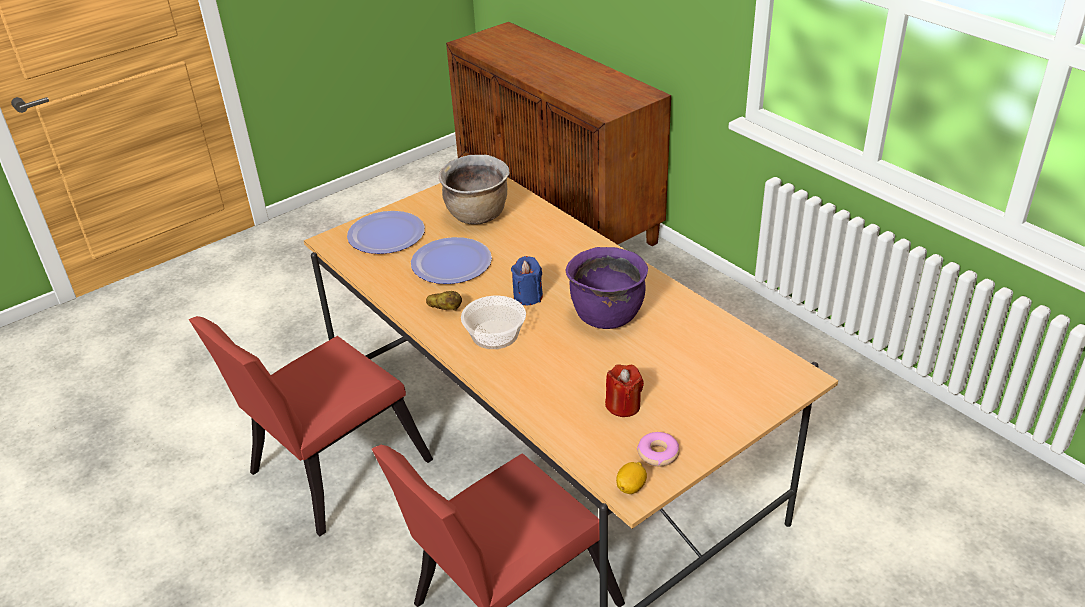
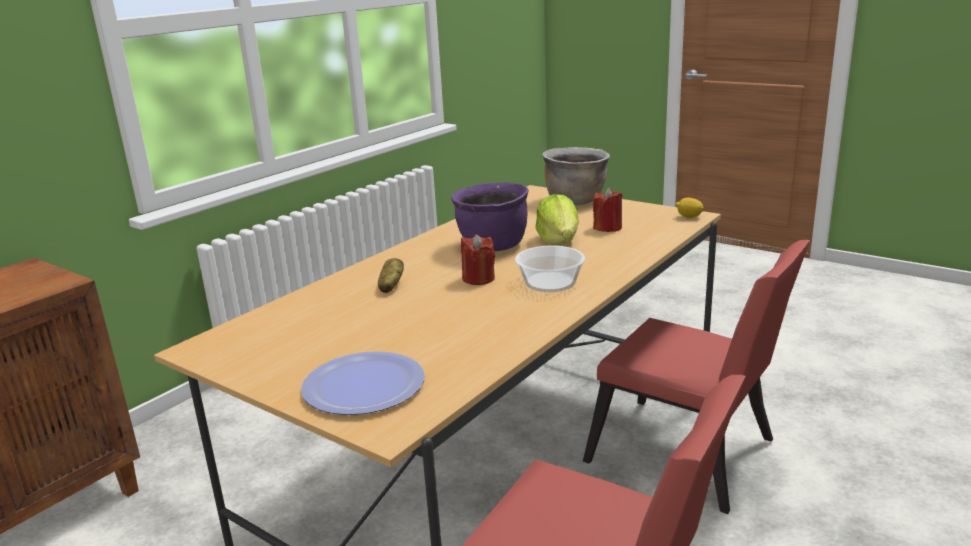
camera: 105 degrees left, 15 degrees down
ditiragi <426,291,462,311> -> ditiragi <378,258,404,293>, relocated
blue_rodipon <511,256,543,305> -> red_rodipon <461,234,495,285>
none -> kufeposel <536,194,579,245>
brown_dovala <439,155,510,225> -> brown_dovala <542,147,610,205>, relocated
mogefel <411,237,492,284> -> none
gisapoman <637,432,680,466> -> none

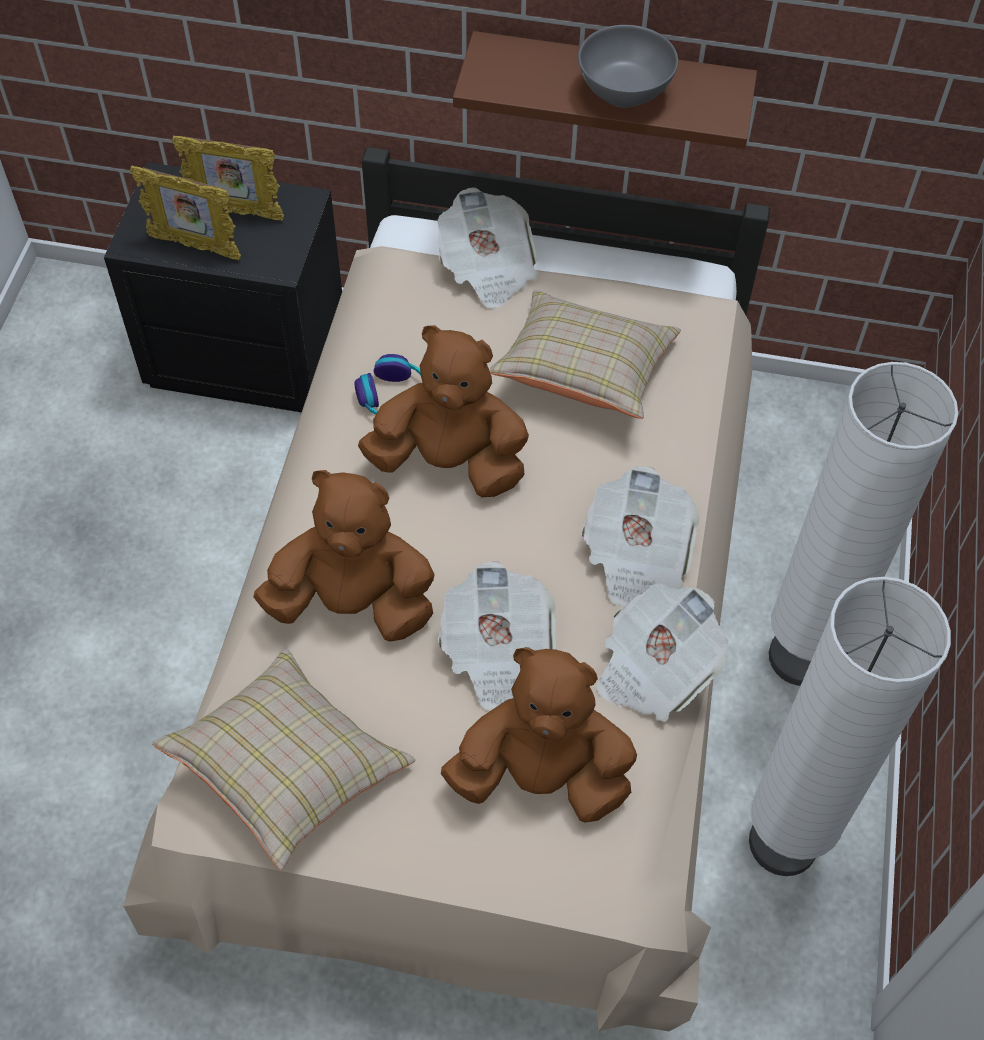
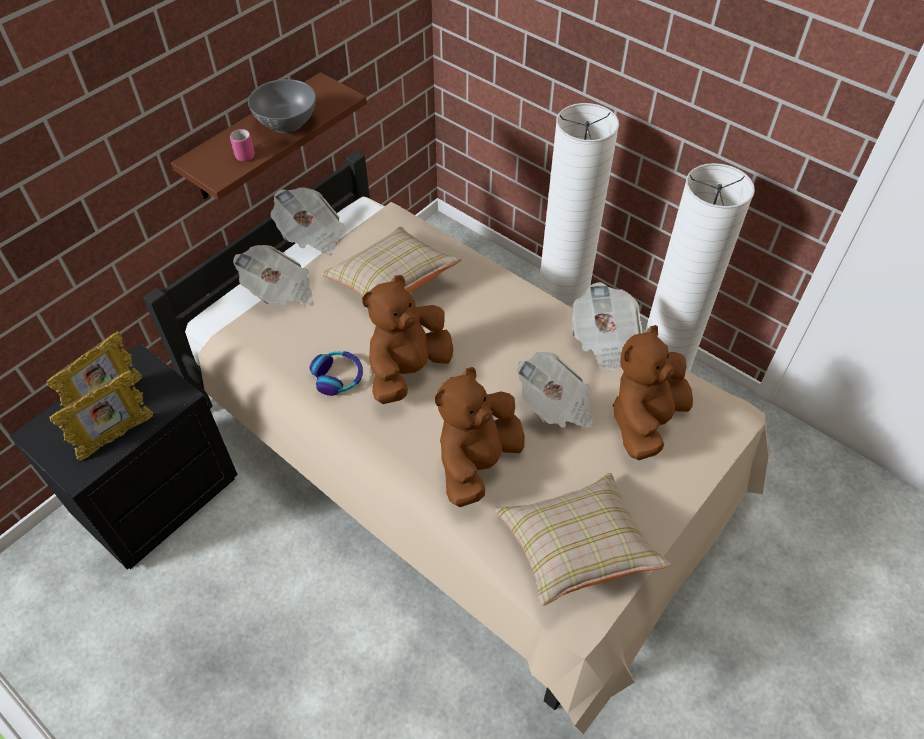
camera: 60 degrees left, 5 degrees down
none -> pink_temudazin <230,129,255,161>
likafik <582,466,700,606> -> likafik <270,187,345,255>, relocated

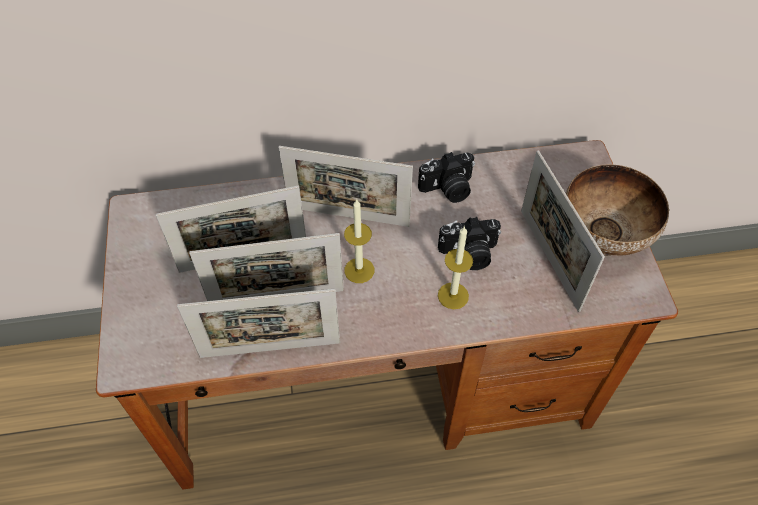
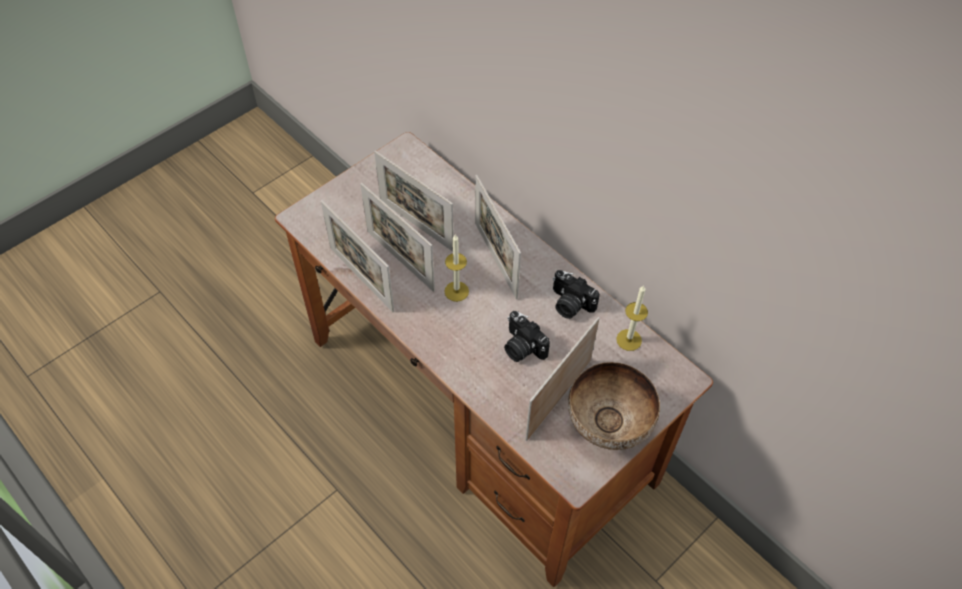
camera: 55 degrees right, 0 degrees up
rodipon <438,226,473,309> -> rodipon <616,285,648,351>, relocated

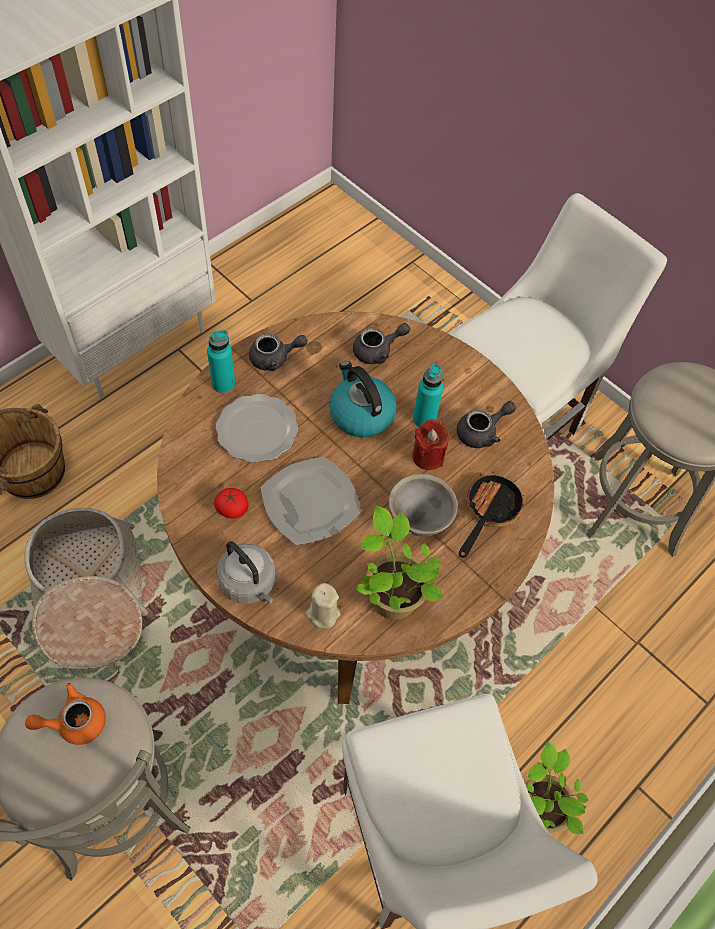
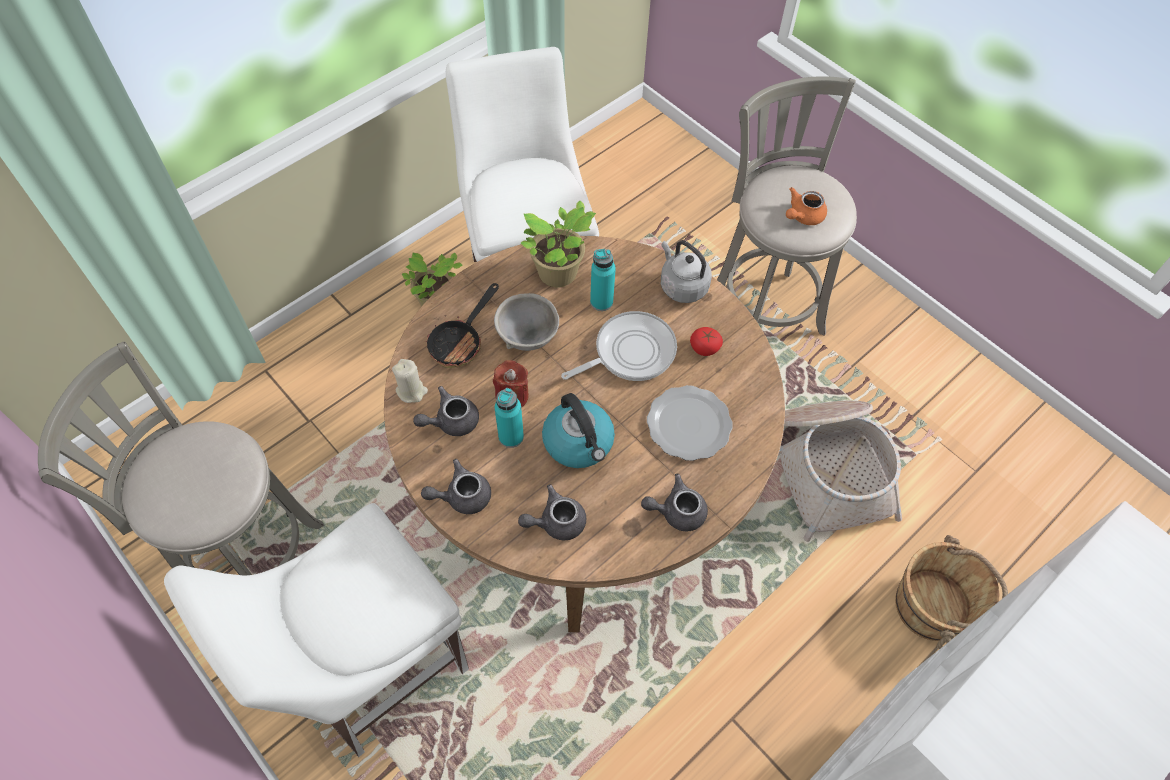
camera: 175 degrees left, 0 degrees up
beige_rodipon <306,583,340,629> -> beige_rodipon <392,359,428,403>, relocated
none -> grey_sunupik <421,459,491,514>
mogefel <261,457,361,545> -> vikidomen <561,311,677,381>
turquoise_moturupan <207,330,235,393> -> turquoise_moturupan <590,249,616,311>, relocated
orange_sunupik <25,683,106,745> -> orange_sunupik <786,187,827,225>, 150 degrees clockwise

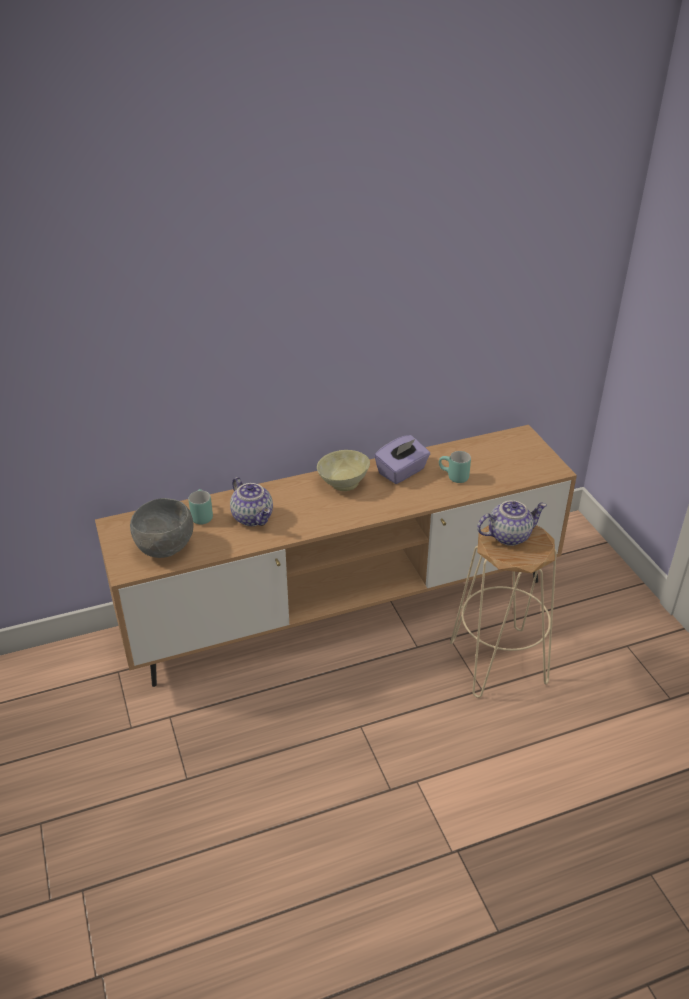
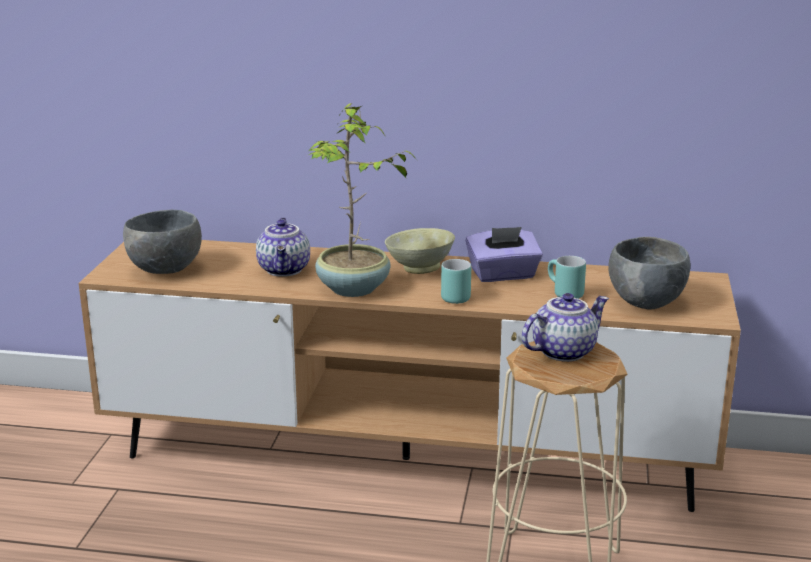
camera: 30 degrees right, 15 degrees down
none -> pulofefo <308,103,417,297>
turquoise_temudazin <188,489,213,524> -> turquoise_temudazin <441,259,471,304>, relocated
sunupik <477,500,547,546> -> sunupik <522,293,609,362>, 45 degrees counterclockwise
none -> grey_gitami <608,237,690,310>

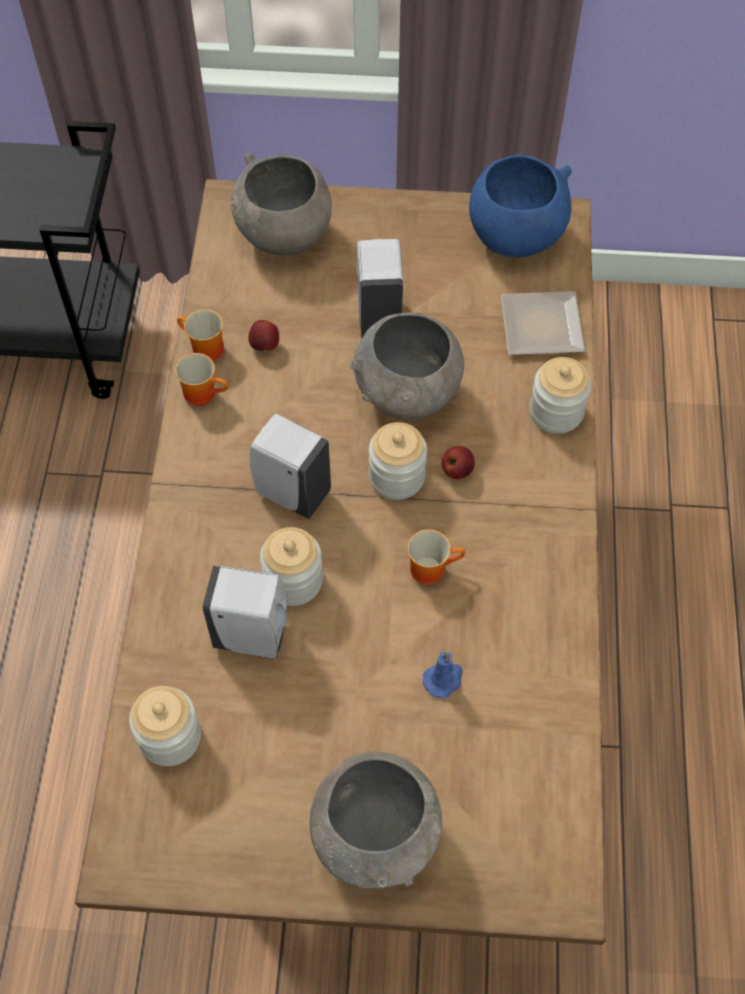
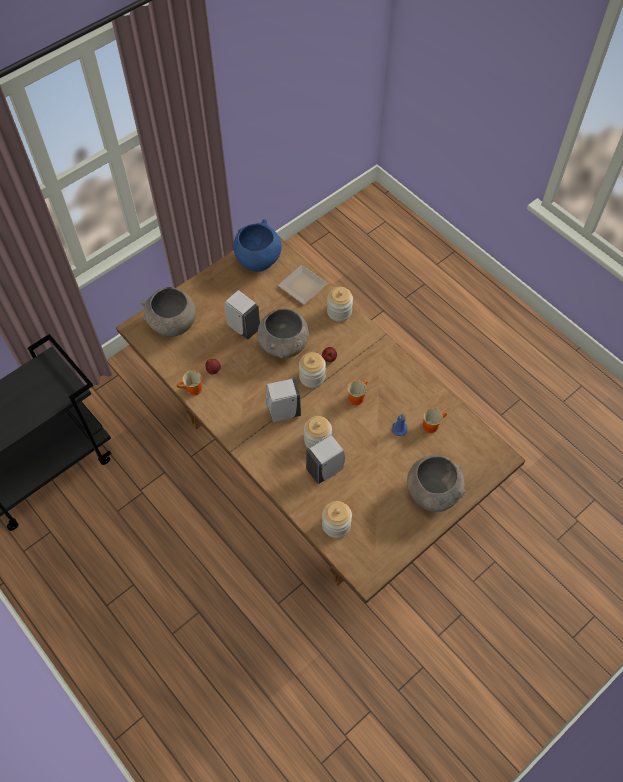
camera: 45 degrees left, 0 degrees up
temudazin <175,353,229,406> -> temudazin <423,408,447,433>, relocated

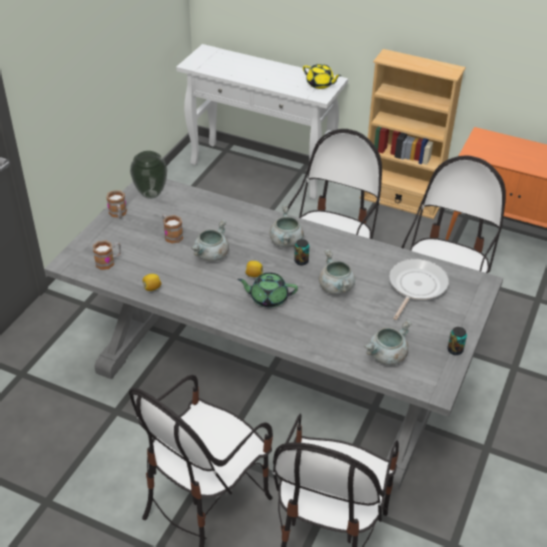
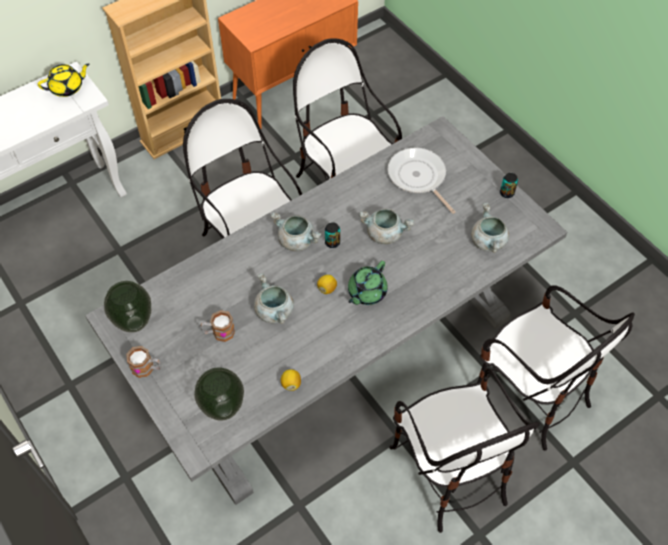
camera: 60 degrees left, 15 degrees up
temudazin <93,241,121,270> -> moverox <194,367,244,421>

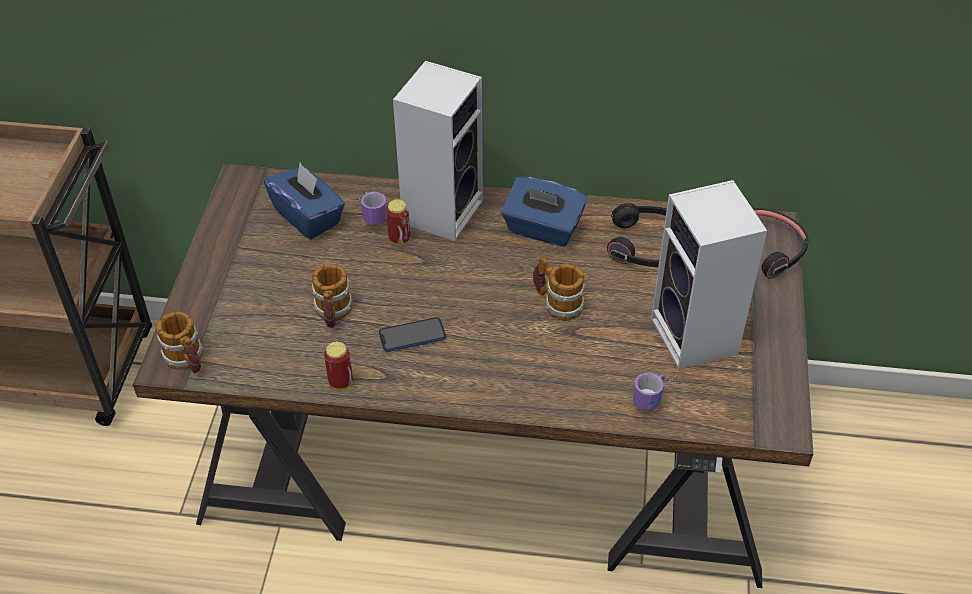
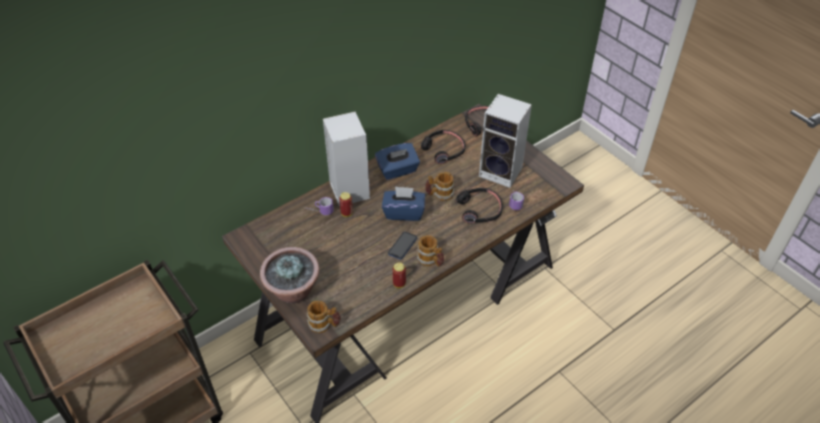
camera: 45 degrees left, 0 degrees up
none -> pulofefo <260,247,319,303>
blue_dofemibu <264,163,345,239> -> blue_dofemibu <382,186,425,221>, relocated
temudazin <312,264,352,328> -> temudazin <417,235,444,267>, relocated
none -> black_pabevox <456,188,503,224>

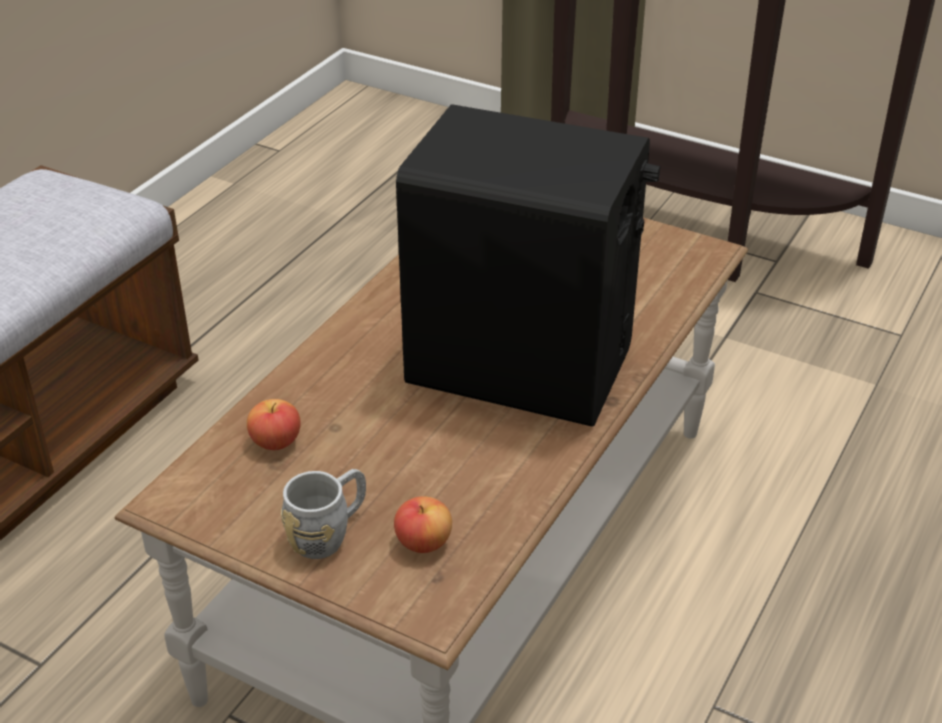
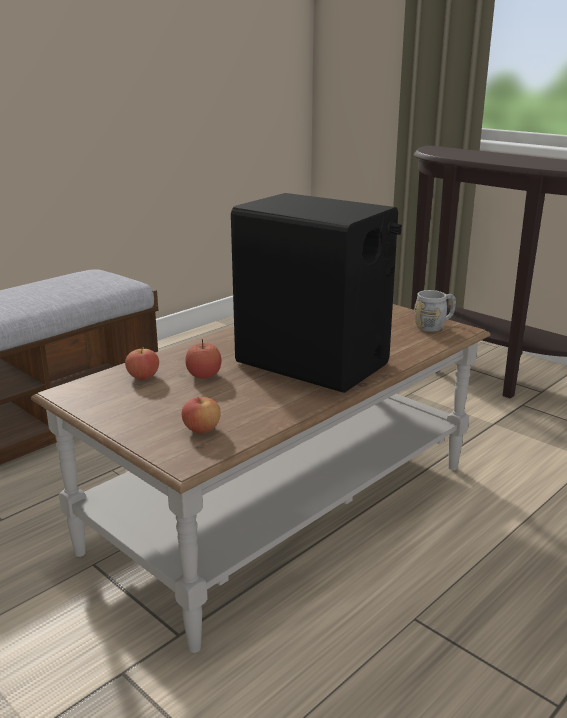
camera: 15 degrees right, 15 degrees down
none -> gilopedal <185,339,222,379>
grey_temudazin <281,469,366,559> -> grey_temudazin <414,290,456,332>, relocated

